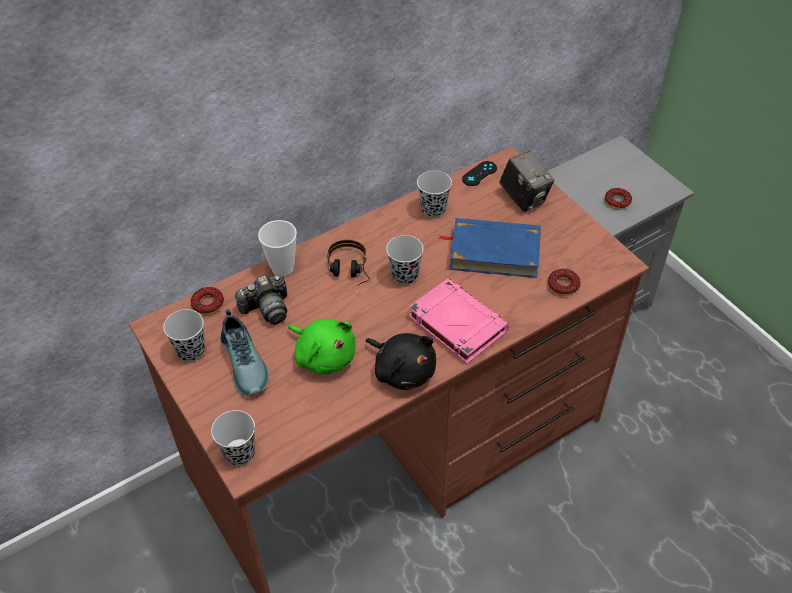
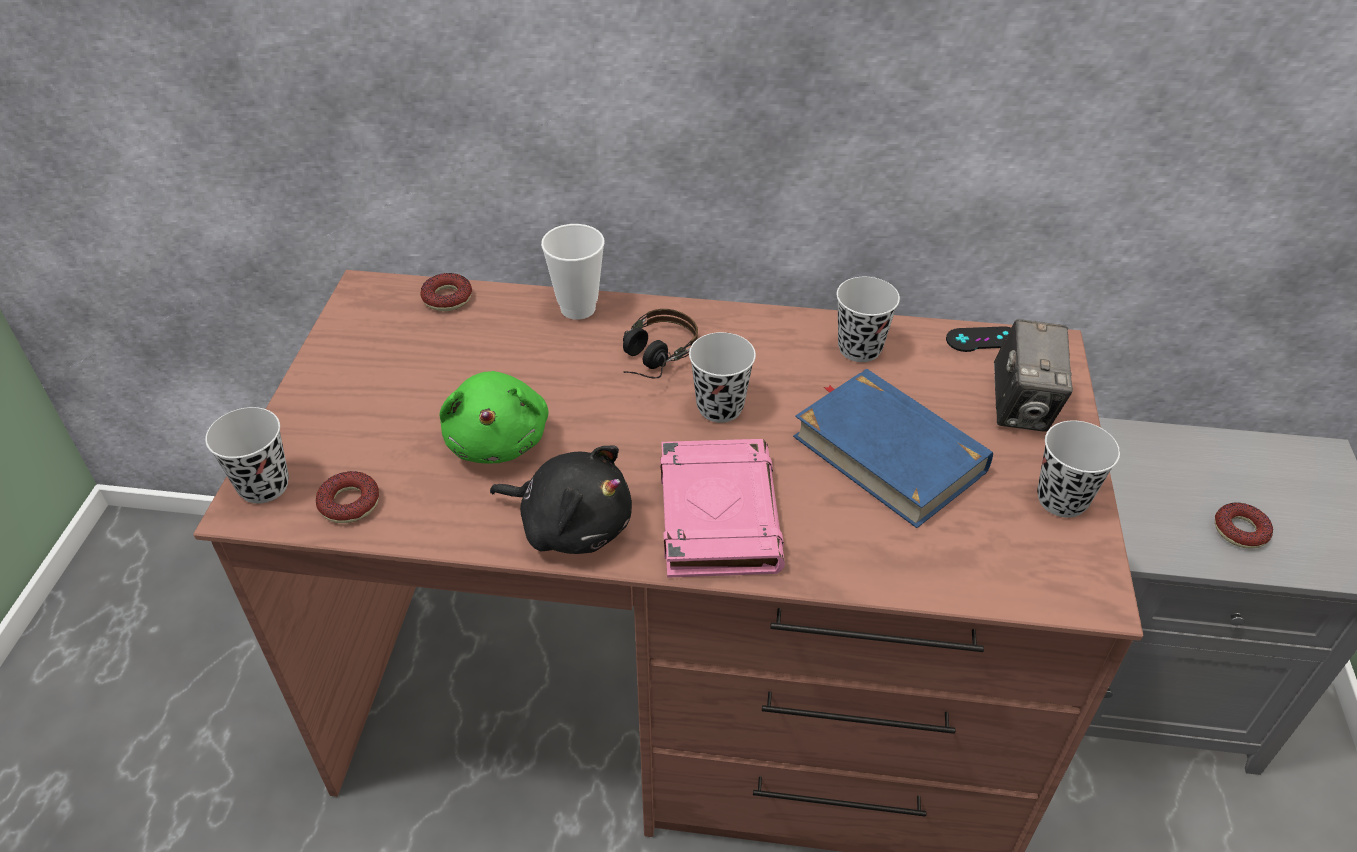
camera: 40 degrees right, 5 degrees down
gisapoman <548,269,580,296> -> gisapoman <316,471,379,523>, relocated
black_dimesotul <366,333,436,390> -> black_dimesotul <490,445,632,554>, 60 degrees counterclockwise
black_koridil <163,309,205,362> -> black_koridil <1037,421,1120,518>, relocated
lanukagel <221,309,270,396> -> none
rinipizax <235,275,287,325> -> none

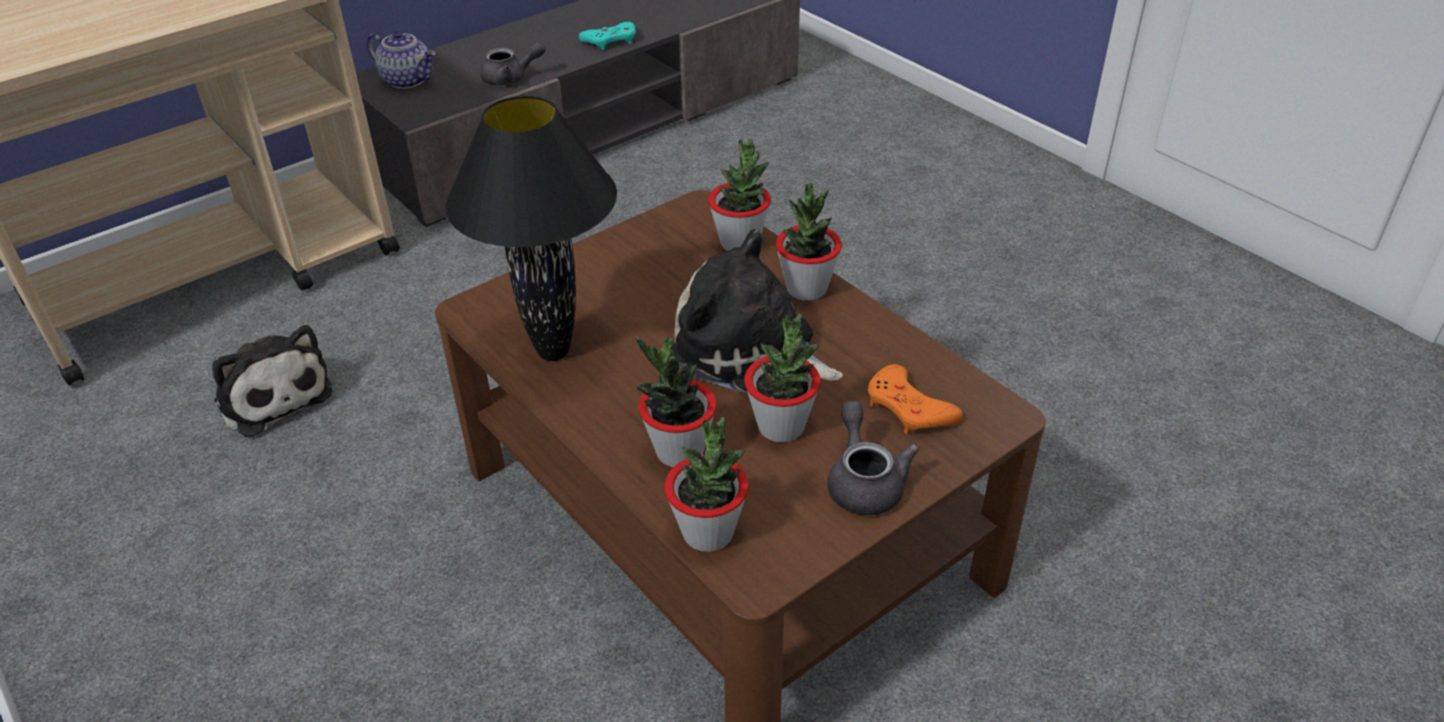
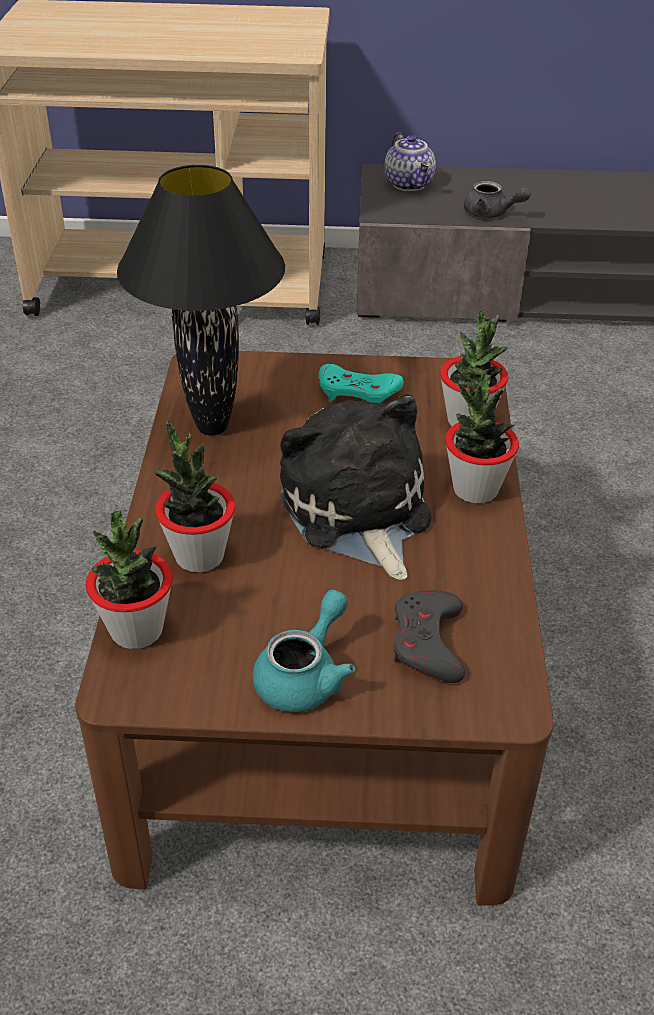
camera: 40 degrees right, 0 degrees up
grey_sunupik <827,401,920,515> -> turquoise_sunupik <253,590,355,712>
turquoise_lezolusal <579,22,636,50> -> turquoise_lezolusal <319,364,404,403>, relocated
orange_lezolusal <868,364,963,434> -> grey_lezolusal <393,590,465,683>
dimesotul <212,325,332,438> -> none
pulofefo <744,313,821,442> -> none

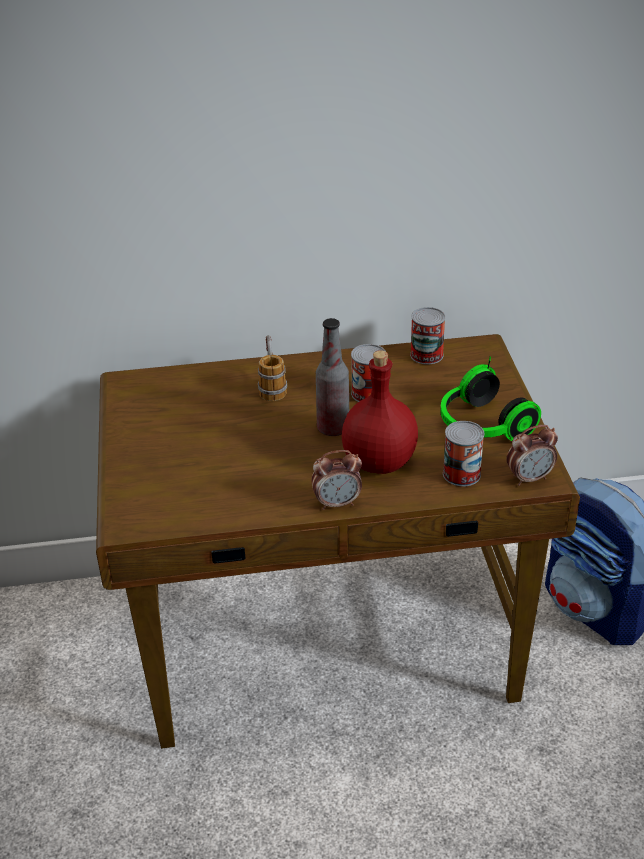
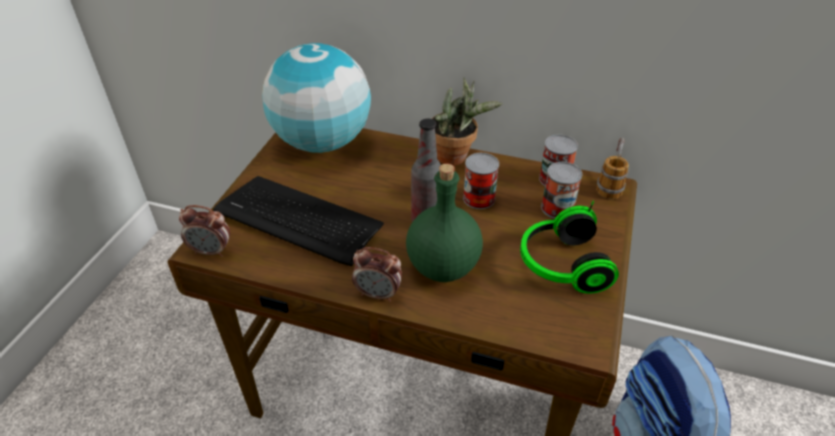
camera: 25 degrees right, 5 degrees up
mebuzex <507,425,558,486> -> mebuzex <179,205,230,257>, relocated
none -> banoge <213,176,384,266>
none -> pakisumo <262,43,371,153>
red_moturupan <342,350,418,474> -> green_moturupan <406,164,483,282>
none -> pulofefo <432,77,503,166>
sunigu <443,421,484,487> -> sunigu <541,162,582,219>, relocated
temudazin <258,335,287,401> -> temudazin <596,138,629,199>, relocated

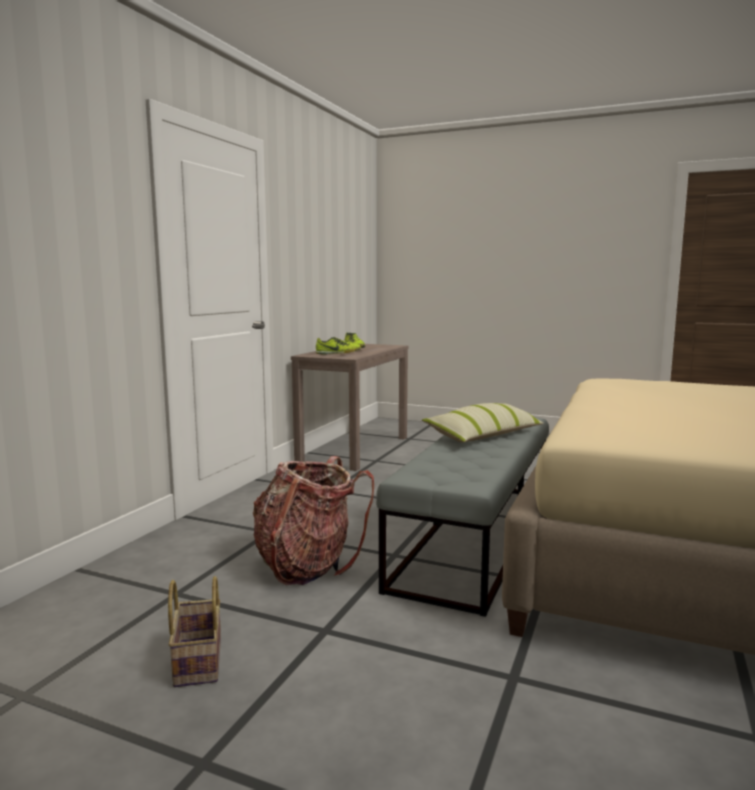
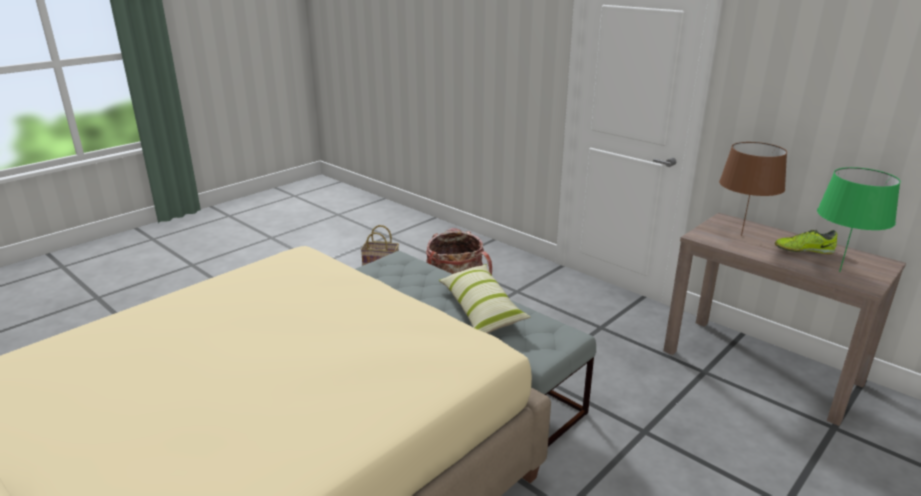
camera: 110 degrees right, 15 degrees up
lanukagel <316,337,361,354> -> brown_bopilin <719,142,787,236>
none -> green_bopilin <817,167,901,272>

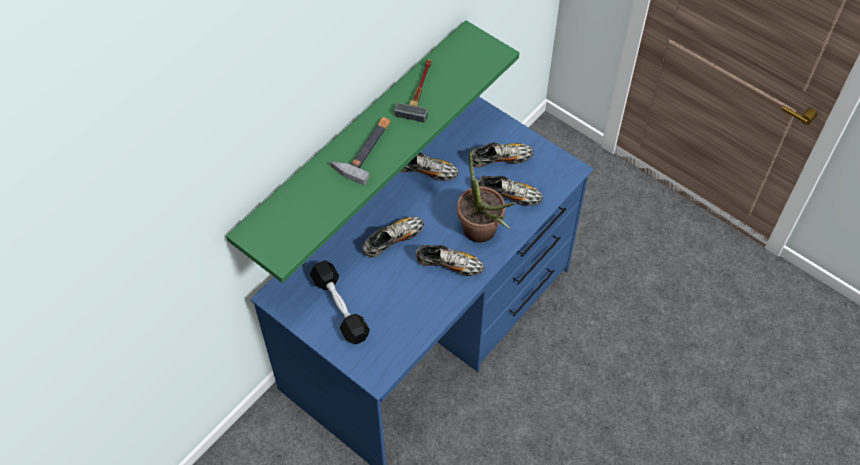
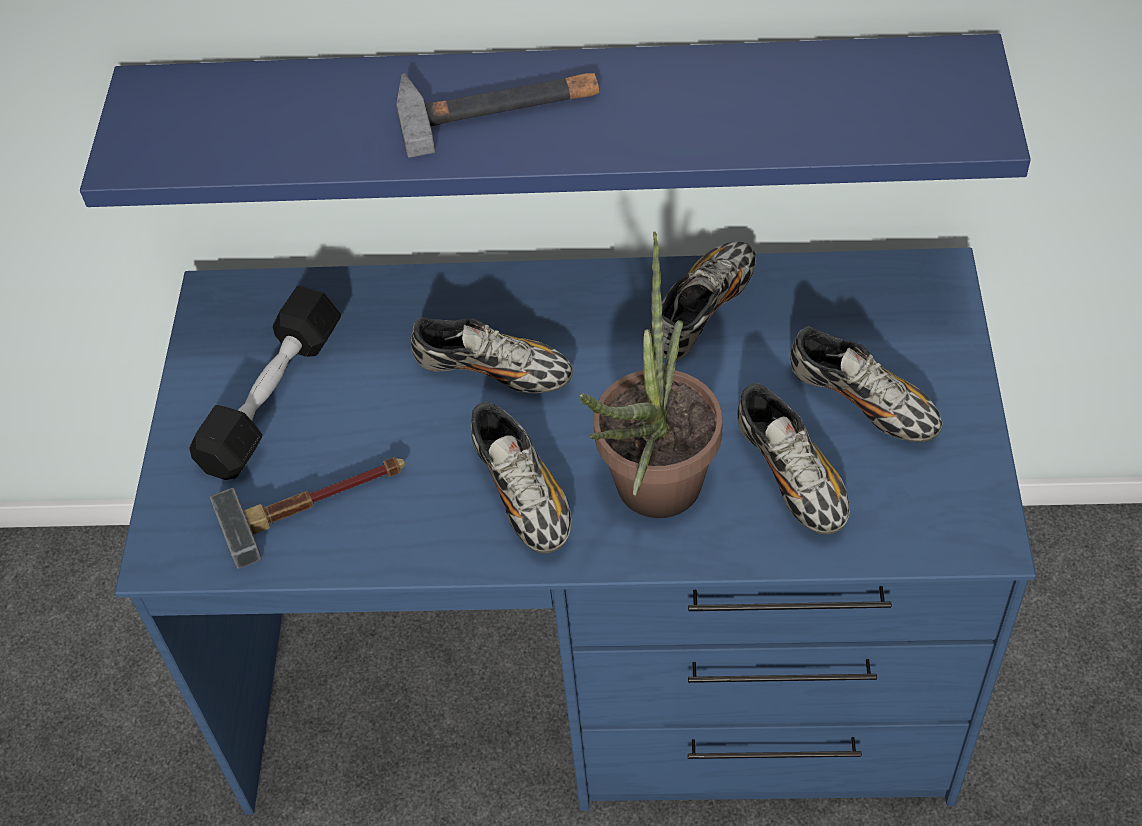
camera: 55 degrees right, 5 degrees down
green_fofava <226,20,519,283> -> blue_fofava <80,34,1031,207>
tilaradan <394,59,432,123> -> tilaradan <210,457,405,569>, relocated
lanukagel <400,152,458,181> -> lanukagel <649,241,756,360>, 120 degrees counterclockwise

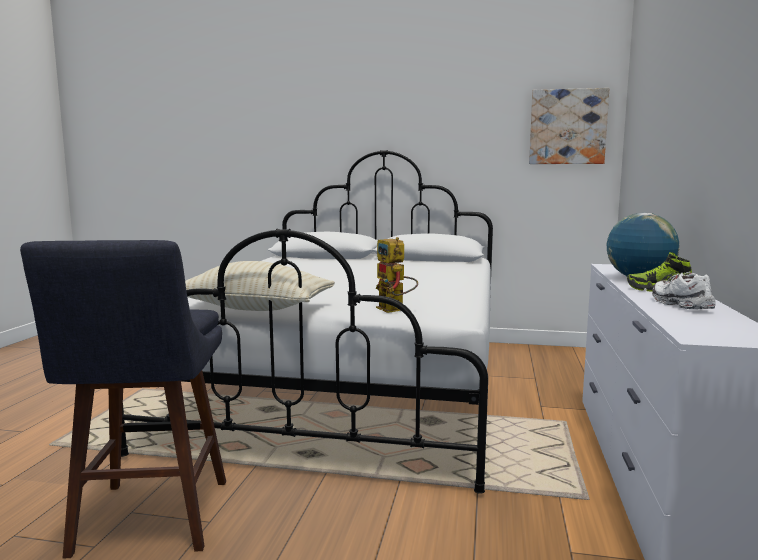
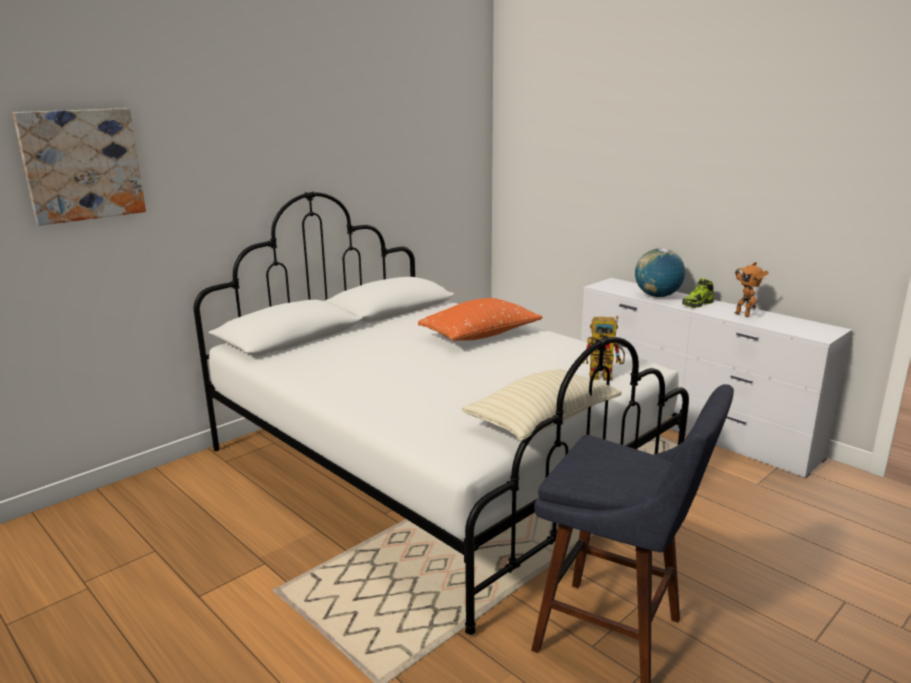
camera: 55 degrees left, 10 degrees up
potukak <529,88,609,164> -> potukak <13,108,146,226>, relocated
none -> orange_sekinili <418,298,543,341>
white_lanukagel <652,272,716,309> -> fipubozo <735,262,769,317>

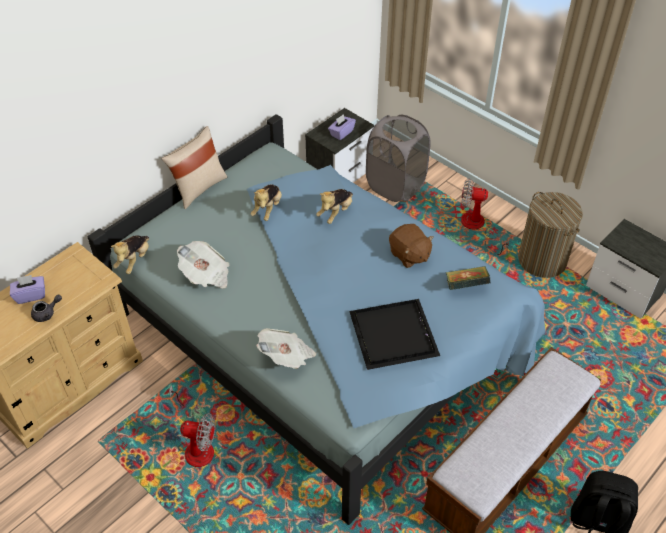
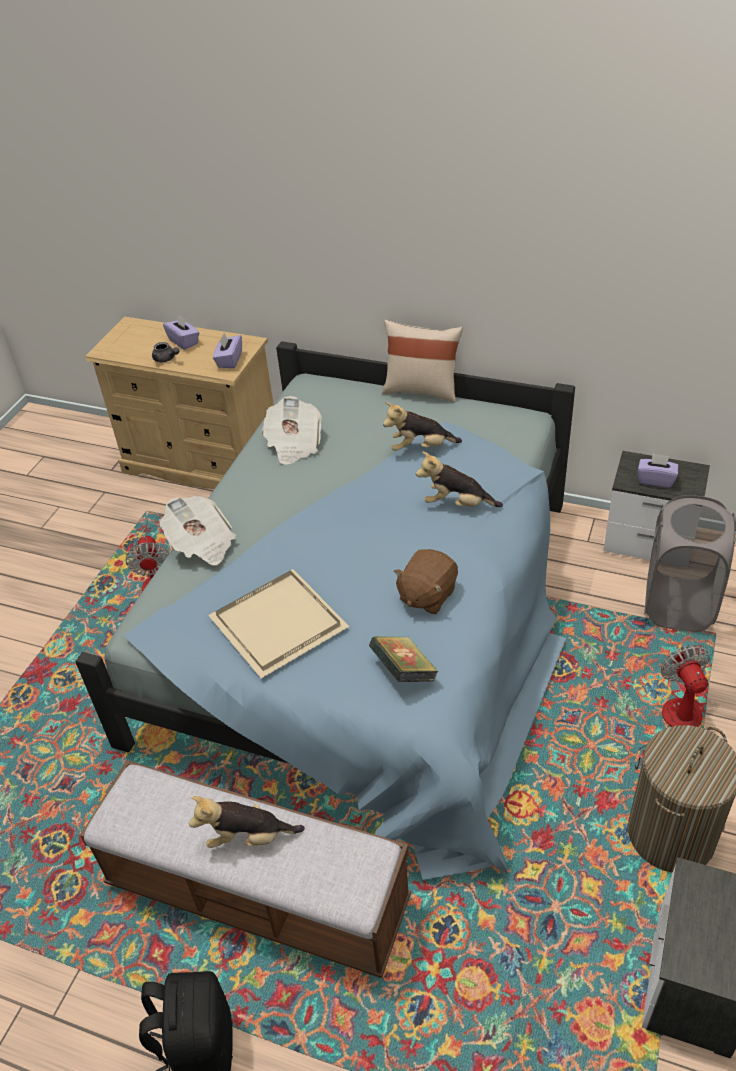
camera: 70 degrees right, 5 degrees down
dimesotul <111,235,149,274> -> dimesotul <189,796,305,848>, relocated
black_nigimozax <349,299,440,370> -> beige_nigimozax <208,569,349,678>
none -> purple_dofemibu <213,333,242,368>

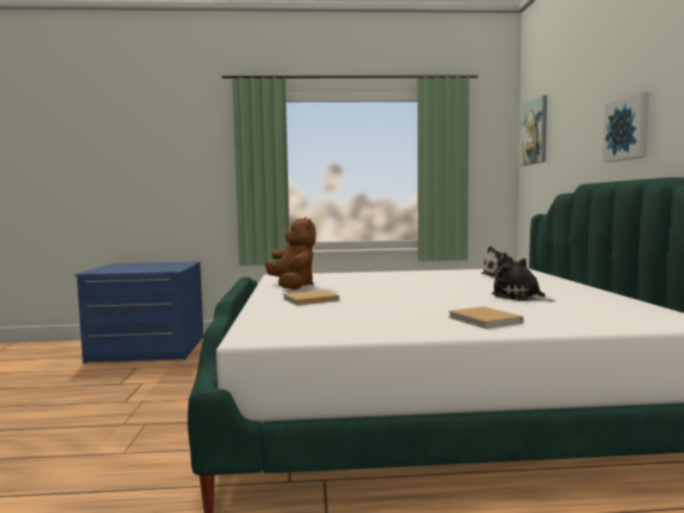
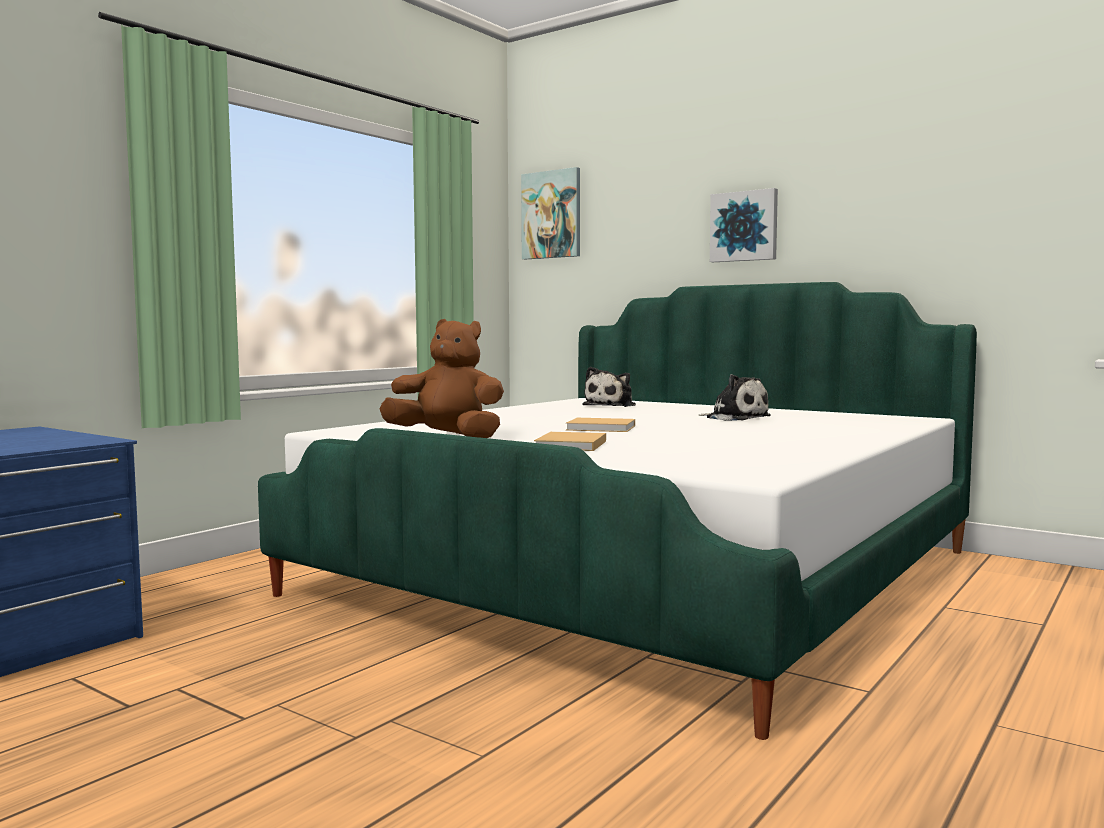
camera: 50 degrees left, 0 degrees up
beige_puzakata <448,306,523,329> -> beige_puzakata <566,418,635,432>, relocated
dimesotul <491,258,556,302> -> dimesotul <699,374,771,421>, 135 degrees counterclockwise

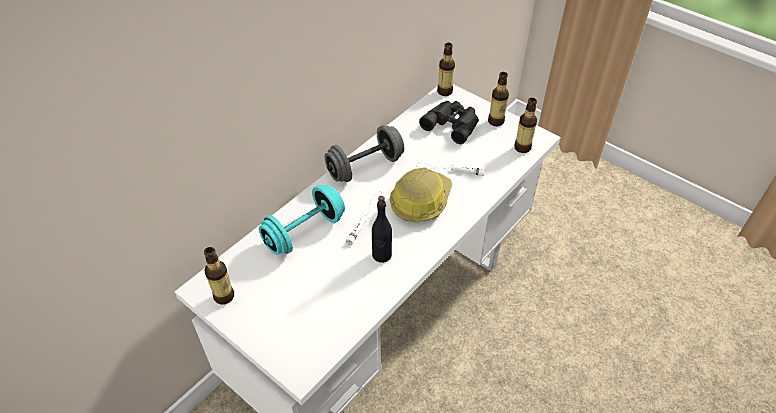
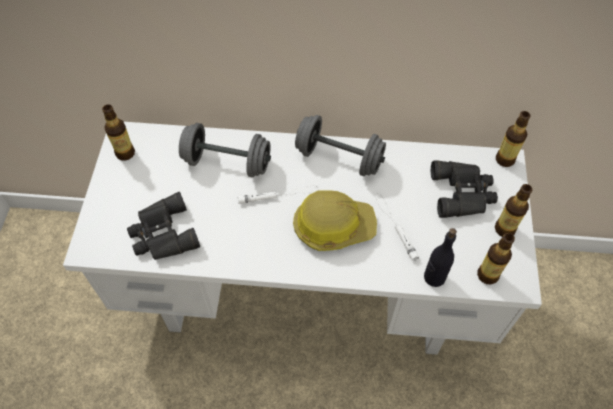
camera: 55 degrees right, 10 degrees up
none -> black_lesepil <127,192,200,260>
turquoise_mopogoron <259,185,345,255> -> grey_mopogoron <179,123,271,177>
black_moturupan <372,196,392,263> -> black_moturupan <424,228,457,287>, relocated

